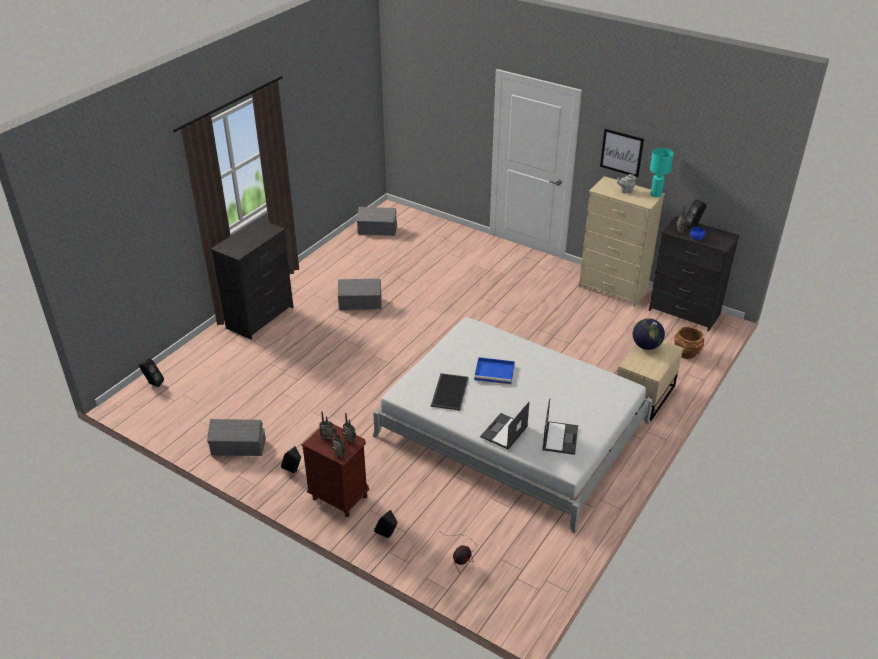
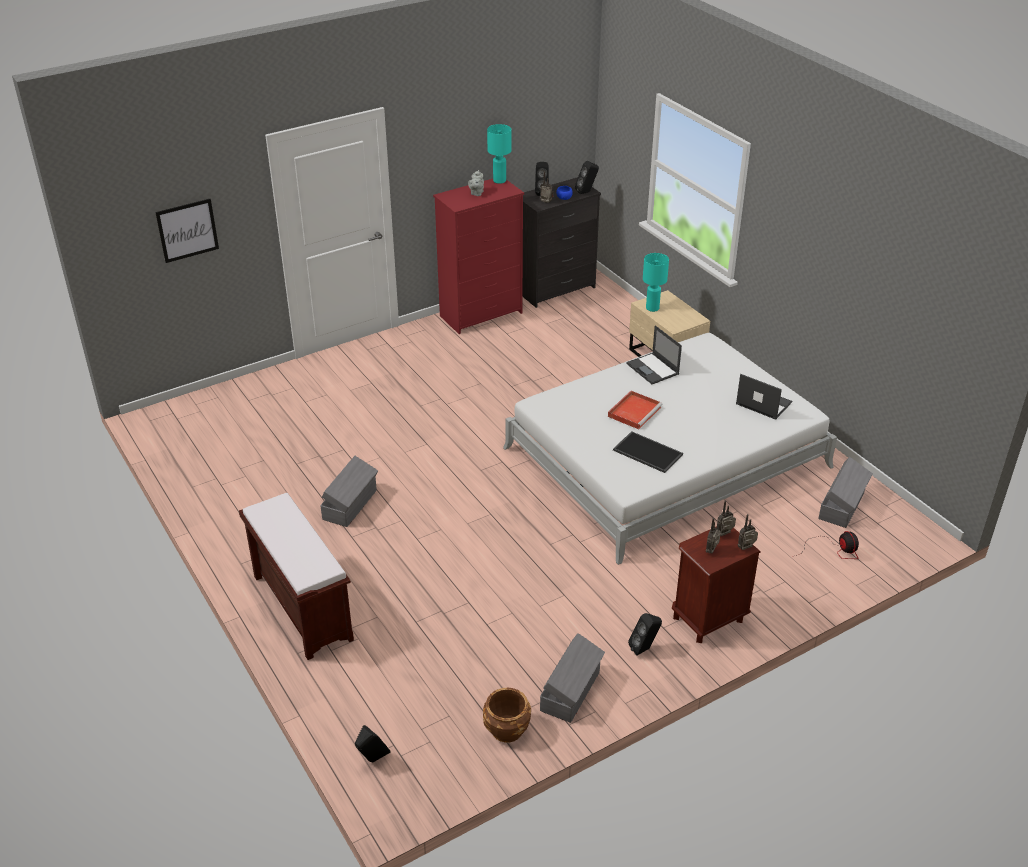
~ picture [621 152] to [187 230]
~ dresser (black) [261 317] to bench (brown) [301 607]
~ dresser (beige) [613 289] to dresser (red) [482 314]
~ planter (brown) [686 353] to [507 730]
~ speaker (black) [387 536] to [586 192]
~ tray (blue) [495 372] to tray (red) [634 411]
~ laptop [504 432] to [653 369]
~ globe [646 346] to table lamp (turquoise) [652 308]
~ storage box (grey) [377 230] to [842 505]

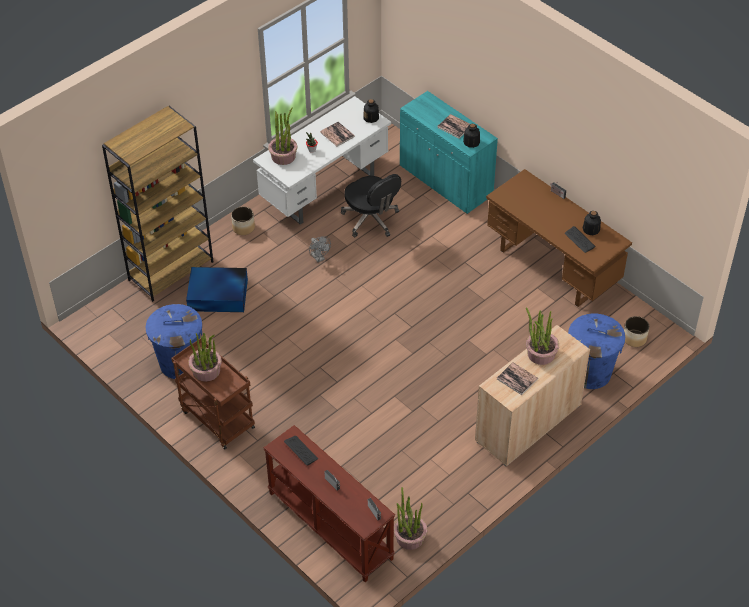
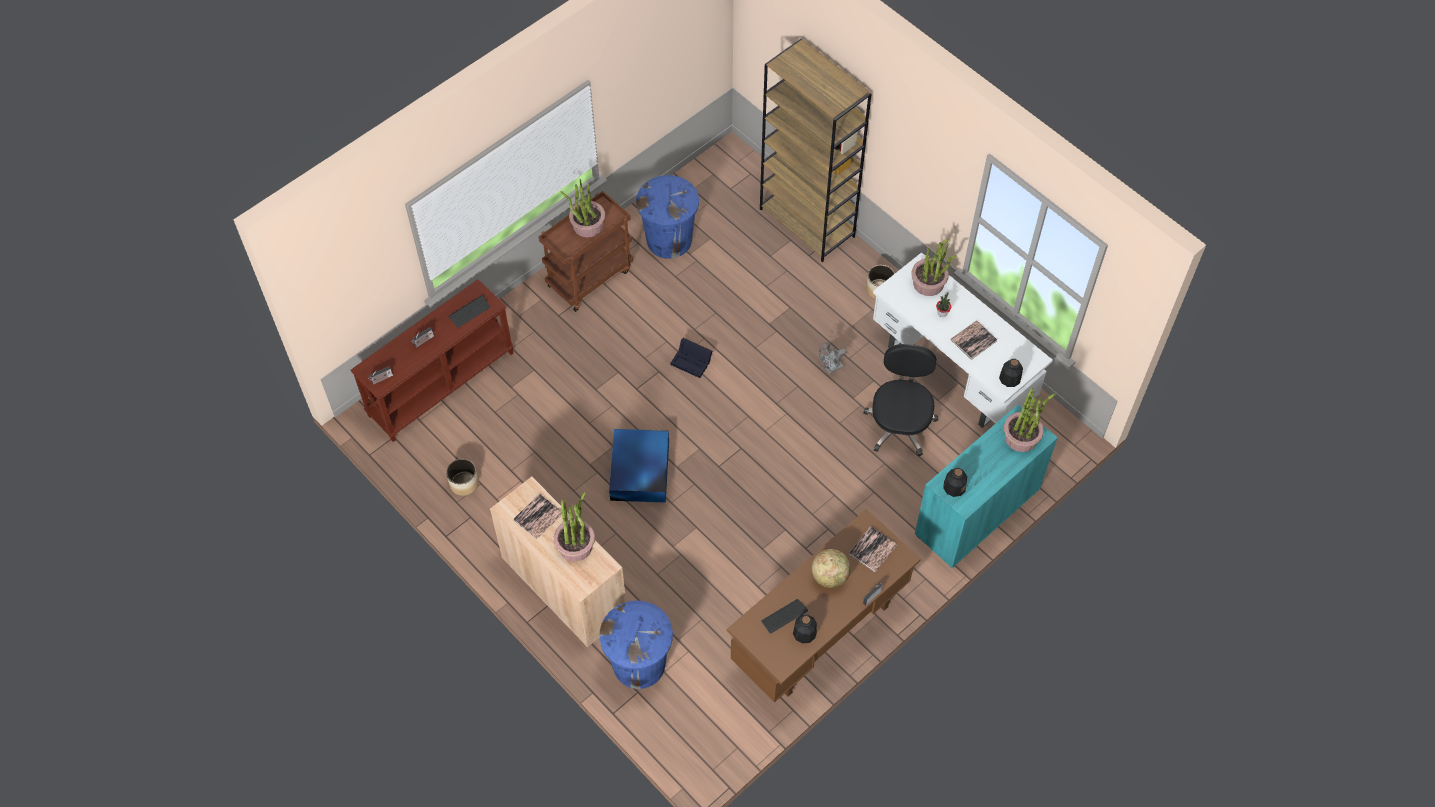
~ planter [634 338] to [464 483]
~ storage box (blue) [219 295] to [639 471]
+ storage box (black) [692 362]
+ globe [830 576]
~ book [455 126] to [872 549]
~ office chair (black) [371 220] = [899 424] 135 degrees clockwise
~ potted plant [409 537] to [1021 437]

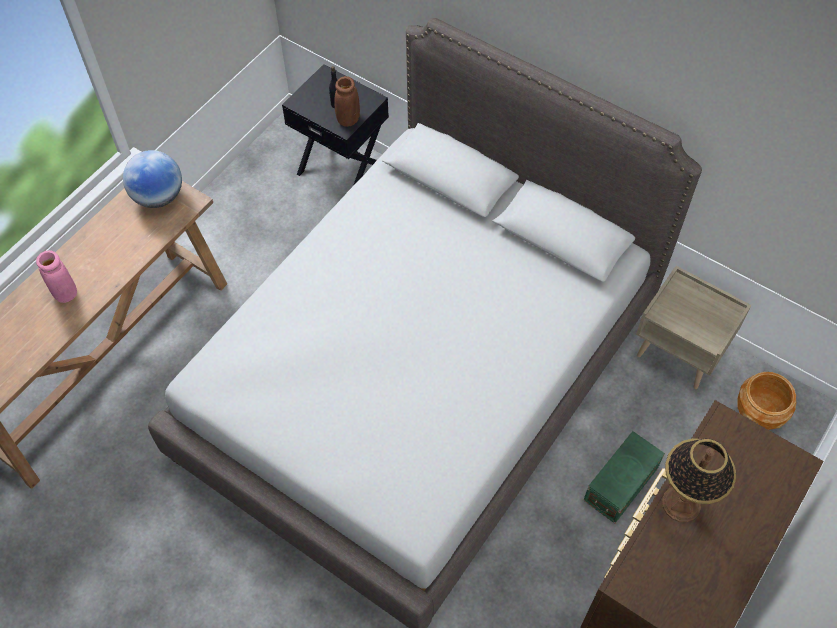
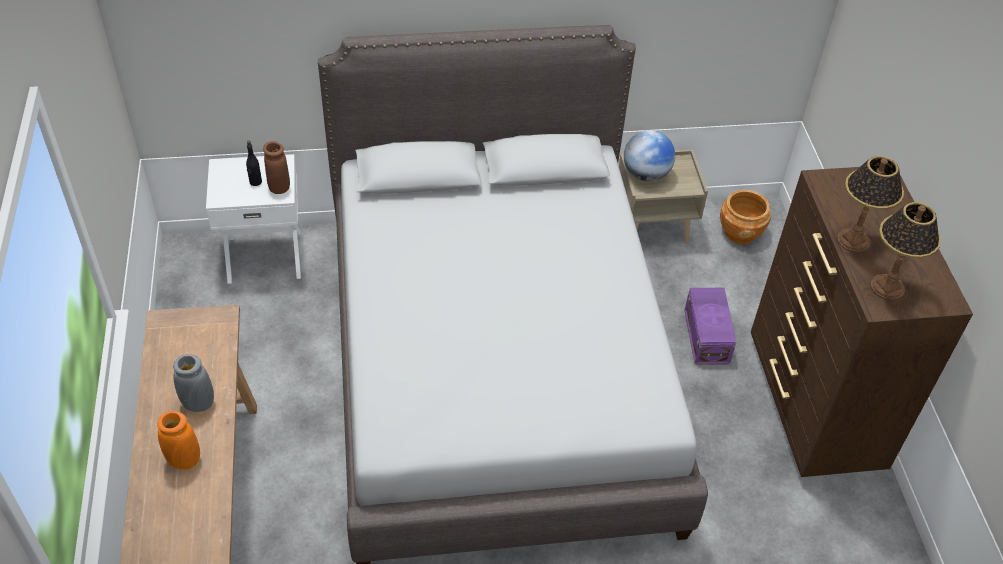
~ vase (pink) [65 293] to vase (orange) [184 459]
+ vase (grey) [198 403]
~ nightstand (black) [343 168] to nightstand (white) [264 255]
~ globe [158 197] to [646 174]
~ storage box (green) [622 484] to storage box (purple) [707 335]
+ table lamp [887 287]

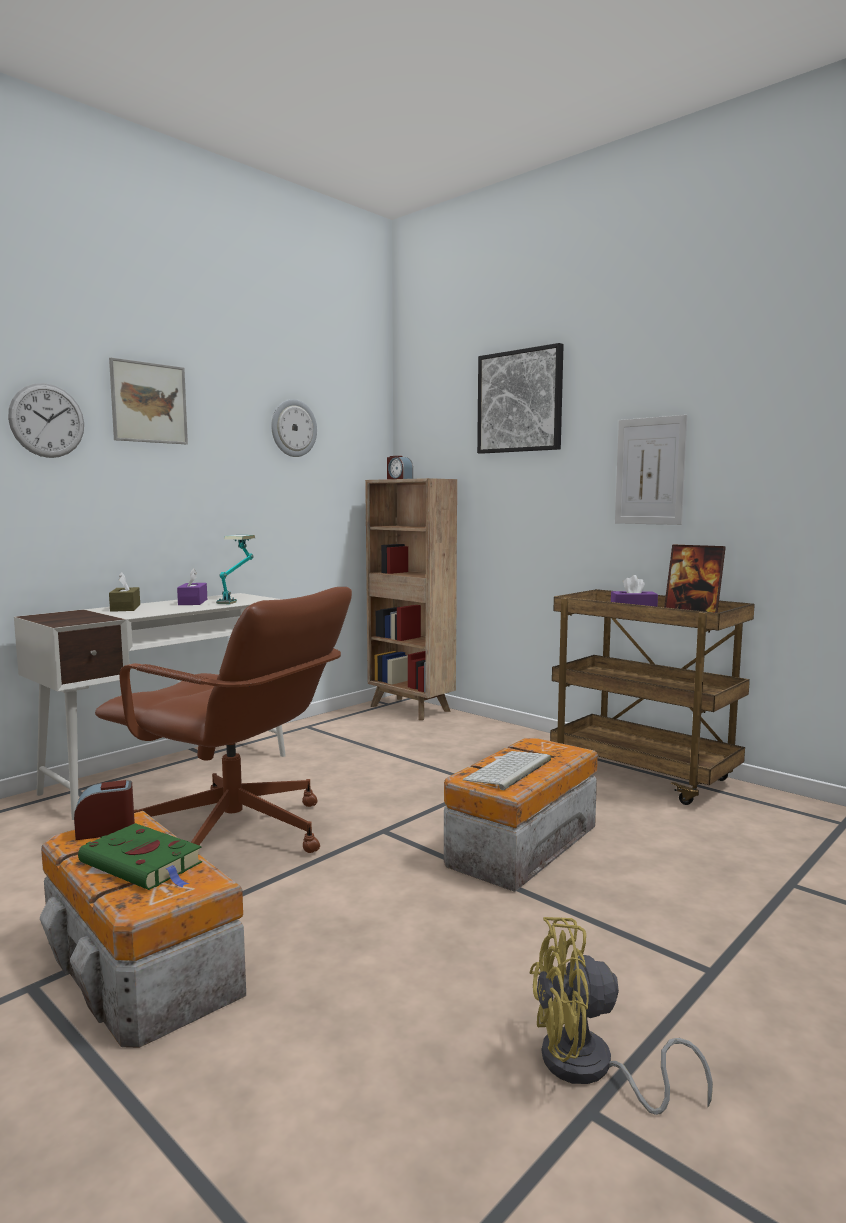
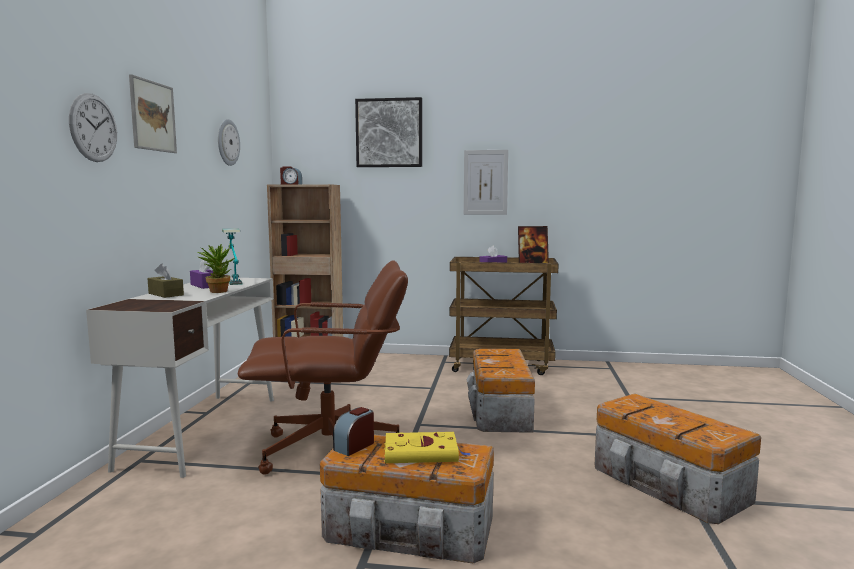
+ potted plant [218 291]
~ book (green) [144 864] to book (yellow) [423 453]
~ fan (yellow) [590 1070] to storage box [669 485]
- keyboard [509 771]

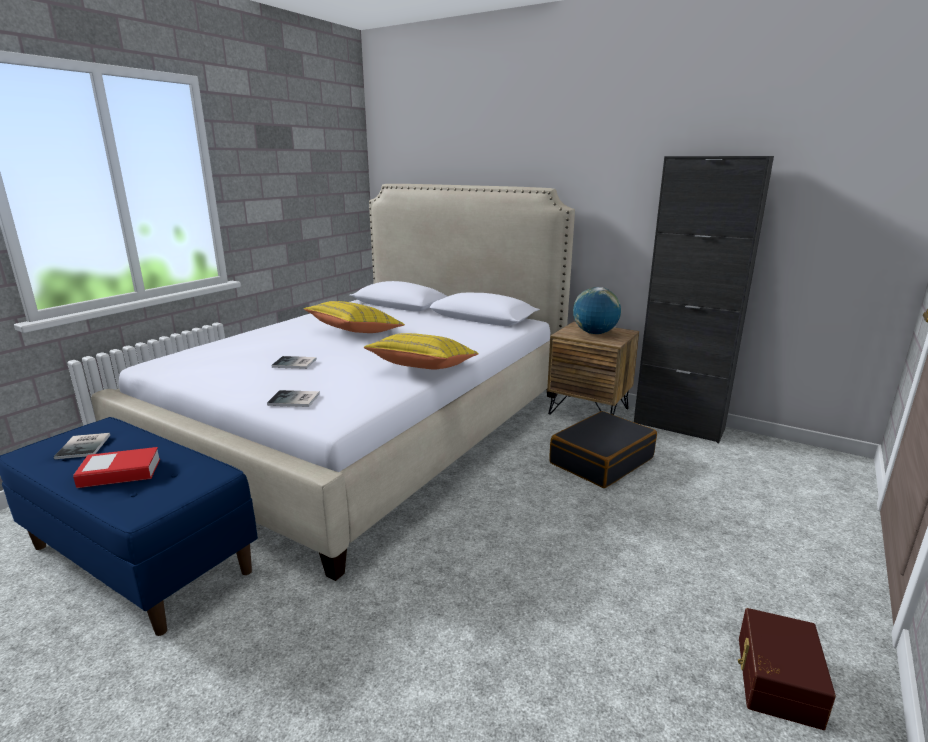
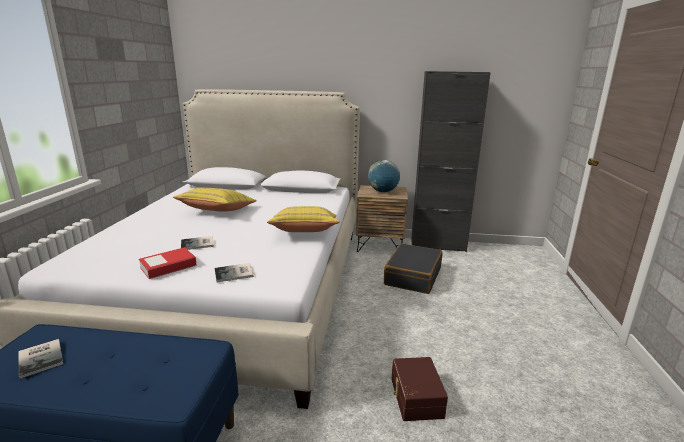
~ book [120 473] to [168 267]
~ storage box (brown) [775 679] to [415 397]

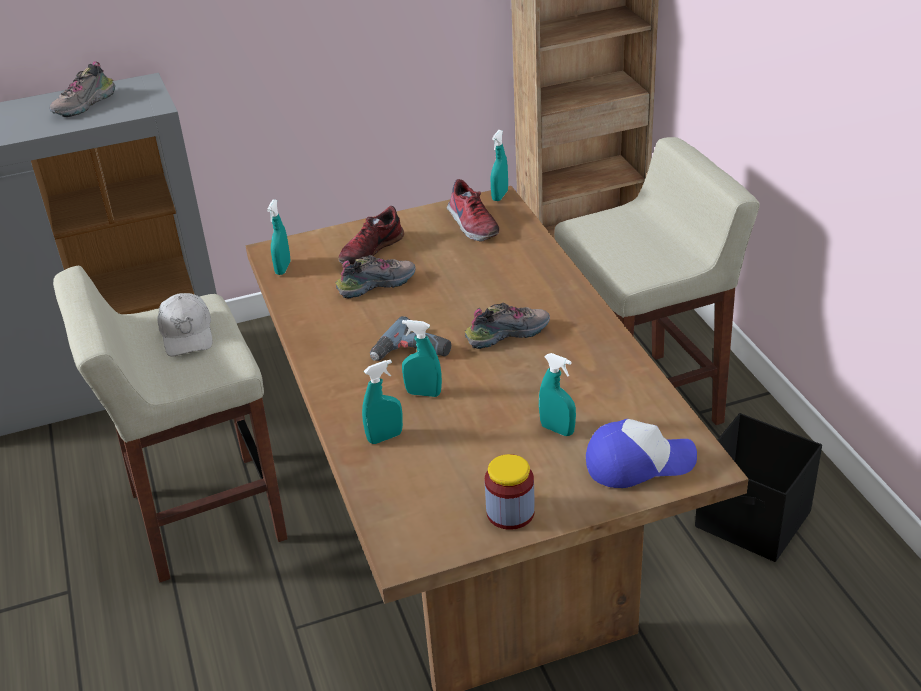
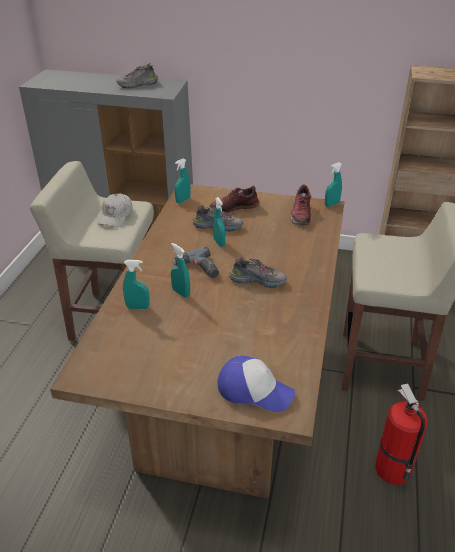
~ spray bottle (turquoise) [557 429] to [219 242]
~ storage box (black) [753 521] to fire extinguisher [394 470]
- jar [510 512]

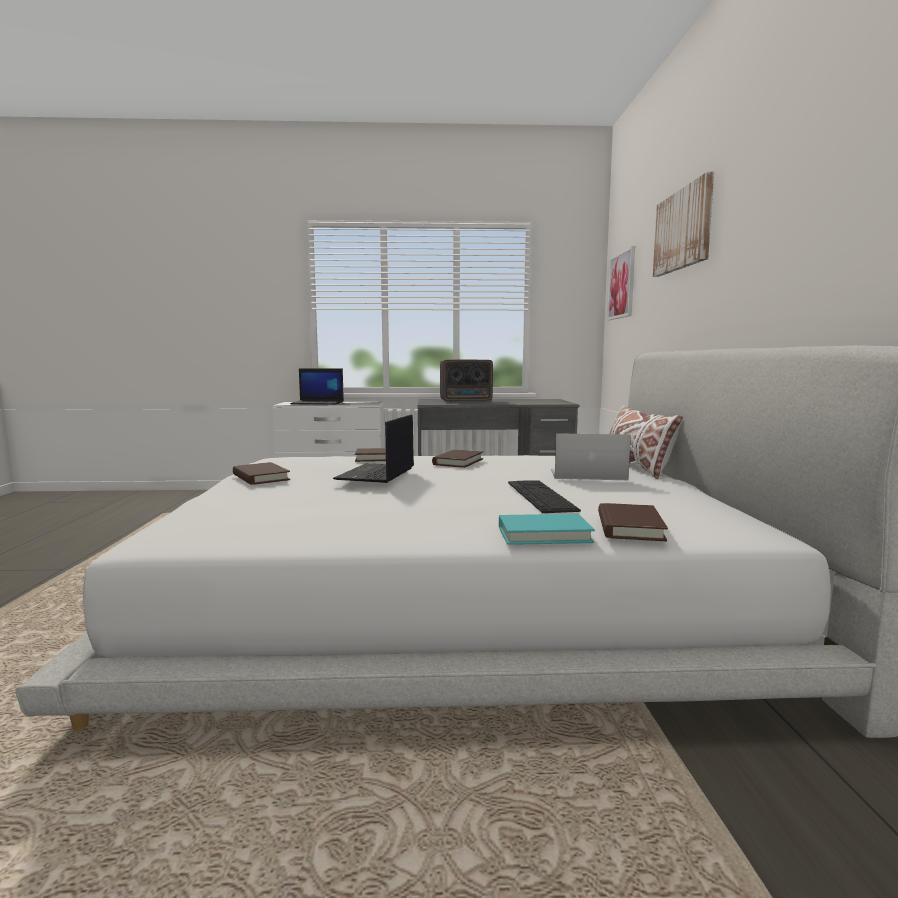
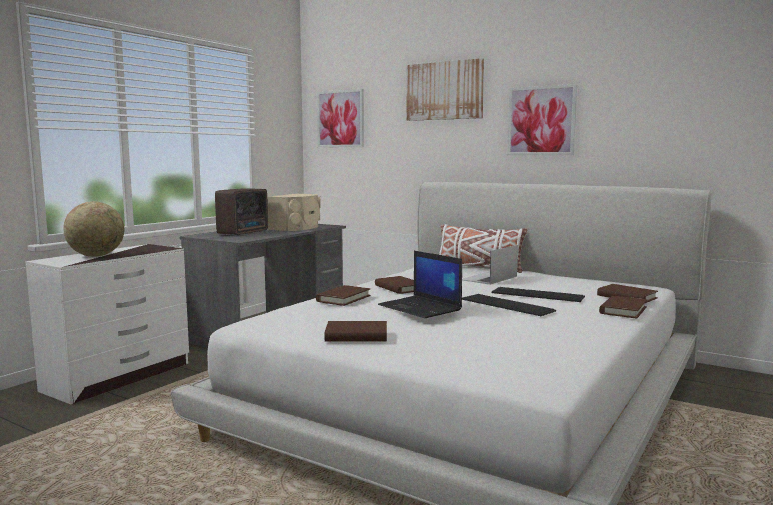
~ laptop [318 403] to globe [96 256]
+ speaker (beige) [297 227]
+ keyboard [507 305]
+ picture [541 121]
~ book (turquoise) [544 534] to book (brown) [623 310]

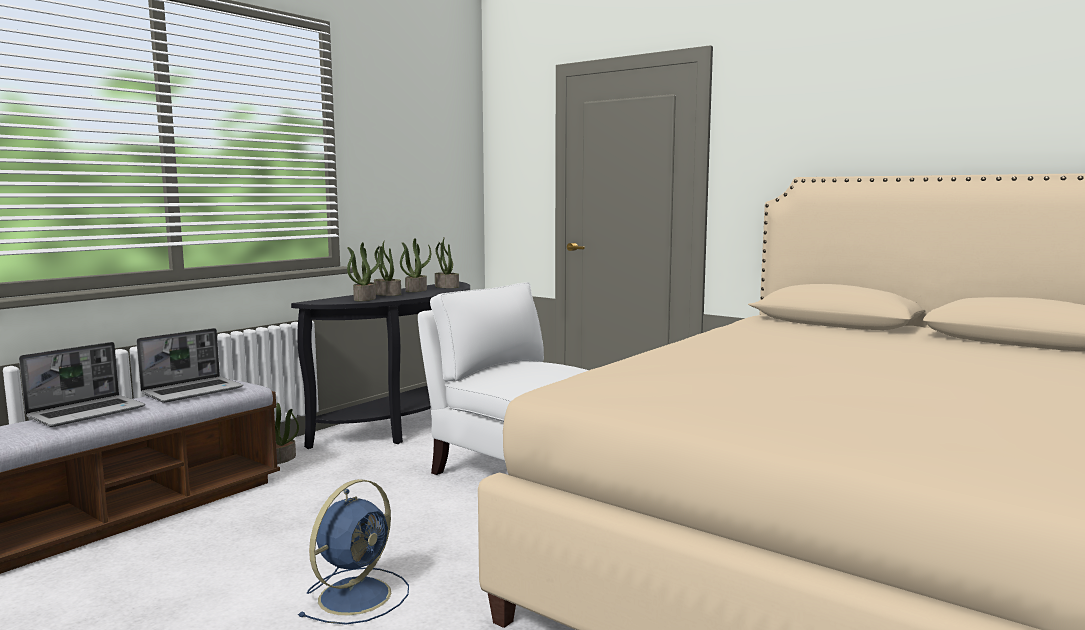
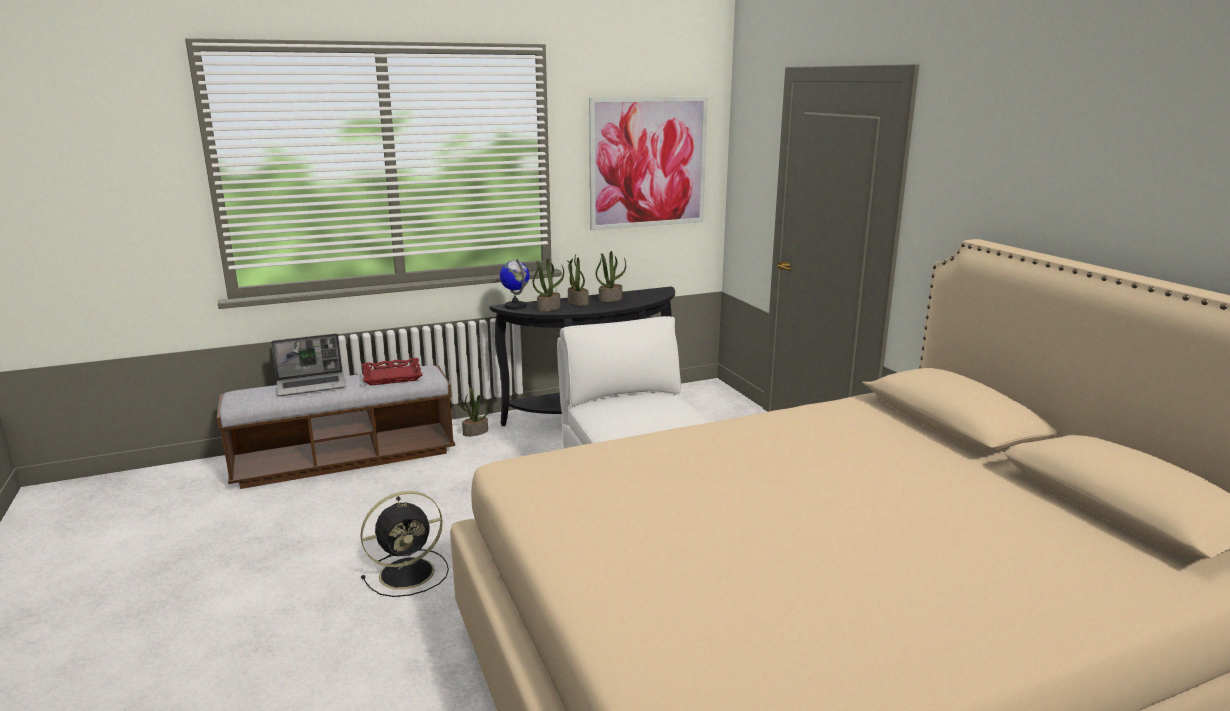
~ fan (blue) [357 594] to fan (black) [409 572]
~ laptop [193 391] to tray (red) [392 376]
+ globe [515 306]
+ picture [648 162]
- potted plant [446 287]

